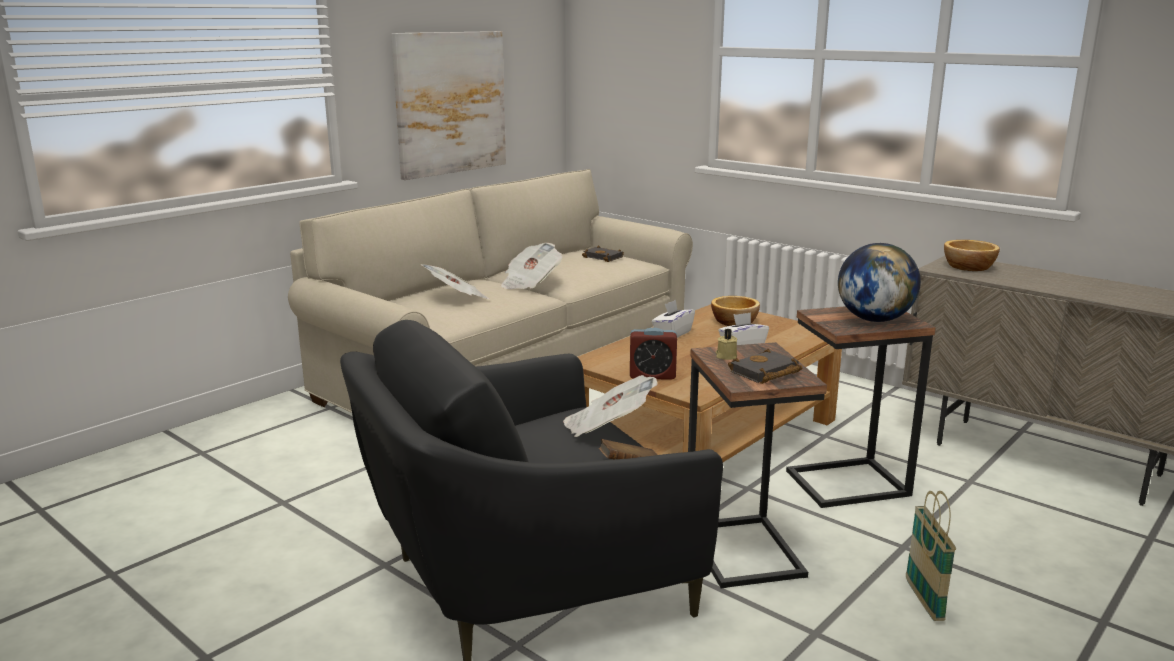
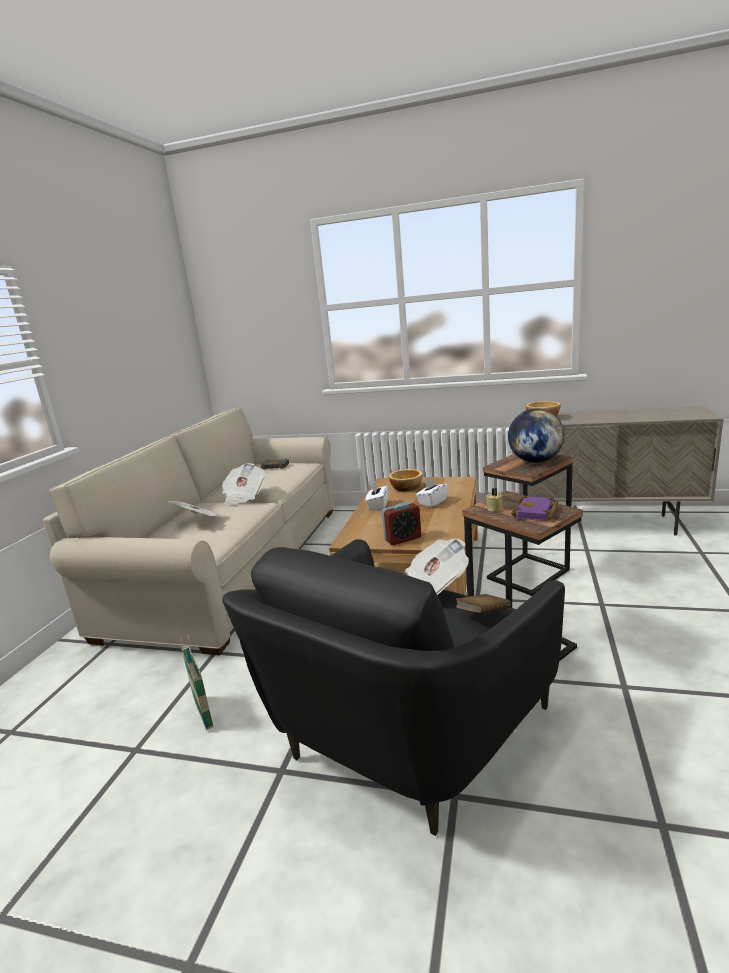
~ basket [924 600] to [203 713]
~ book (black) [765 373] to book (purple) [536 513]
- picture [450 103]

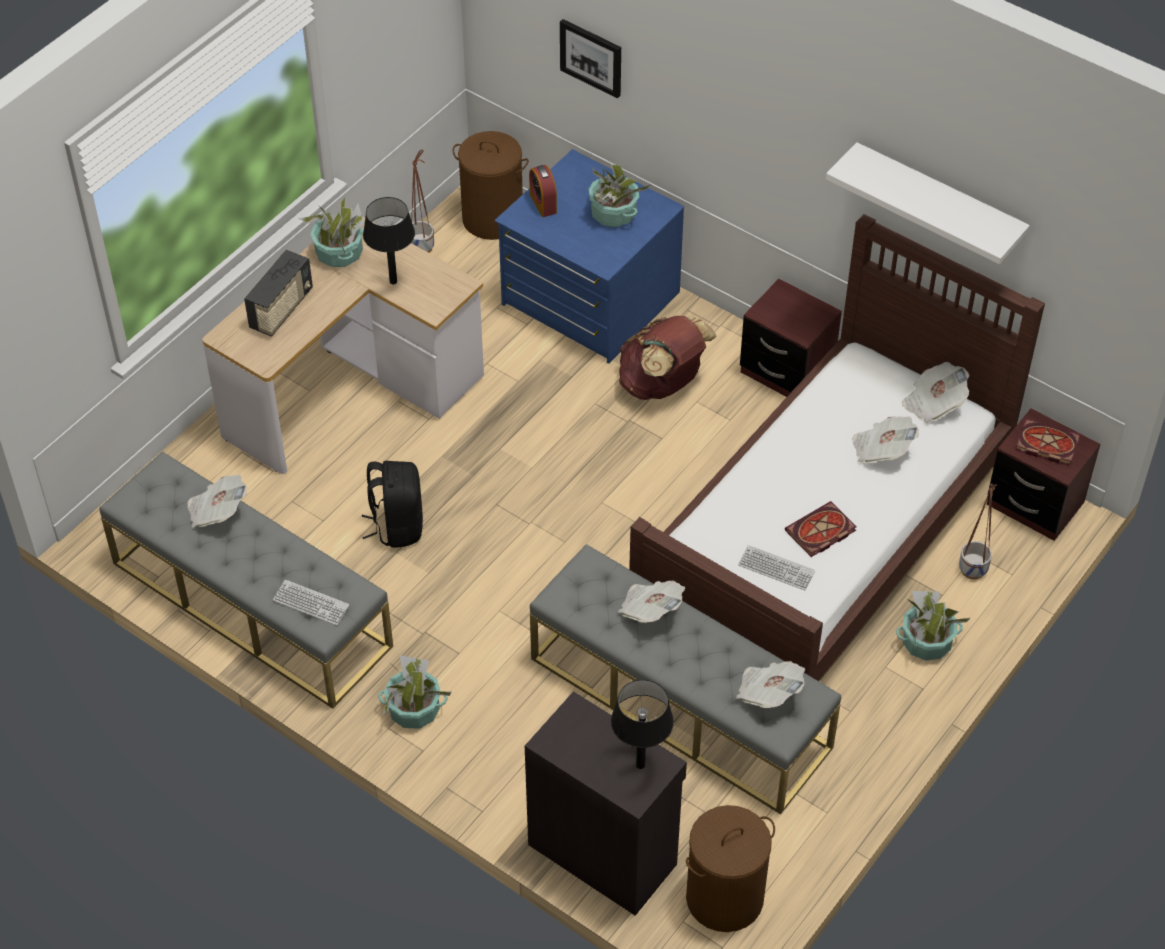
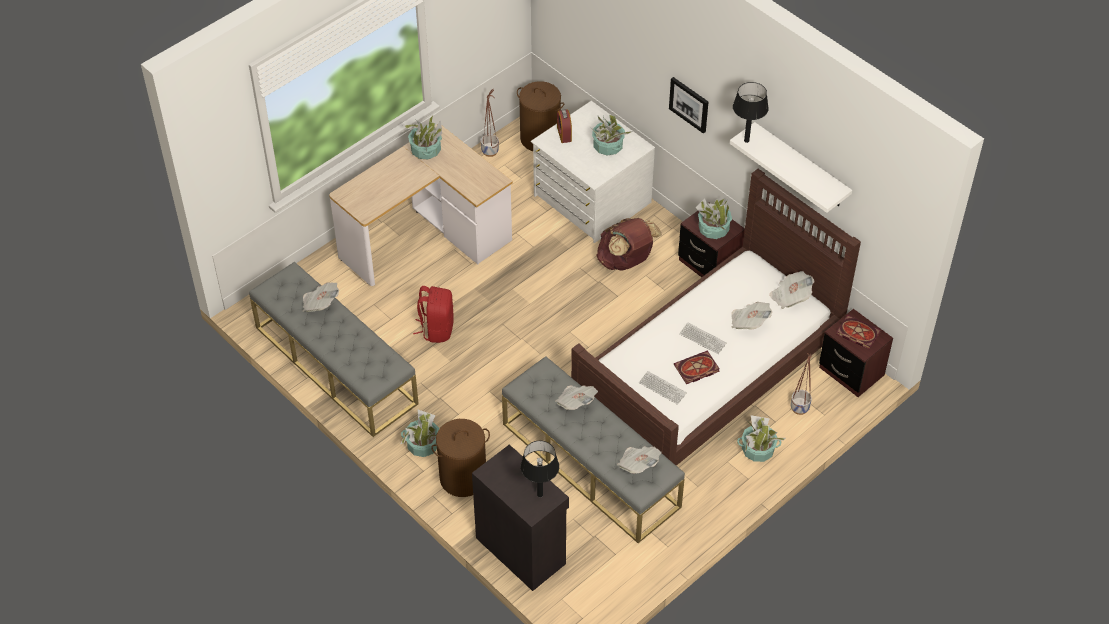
~ backpack (black) [397 526] to backpack (red) [437 329]
~ laundry basket (brown) [724 898] to [462 478]
~ dresser (blue) [589 300] to dresser (white) [591 200]
~ picture [591 57] to [689 104]
~ keyboard [311 603] to [702 339]
+ potted plant [713 229]
~ table lamp (black) [393 281] to [746 140]
- radio [282 309]

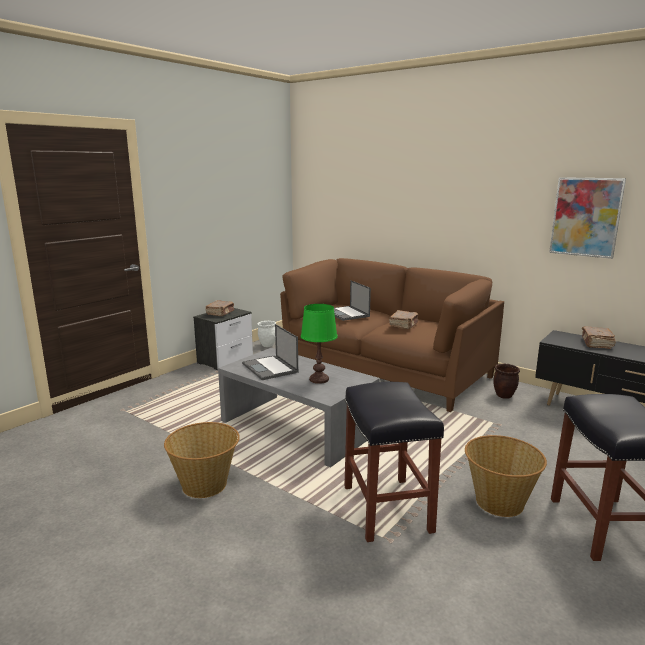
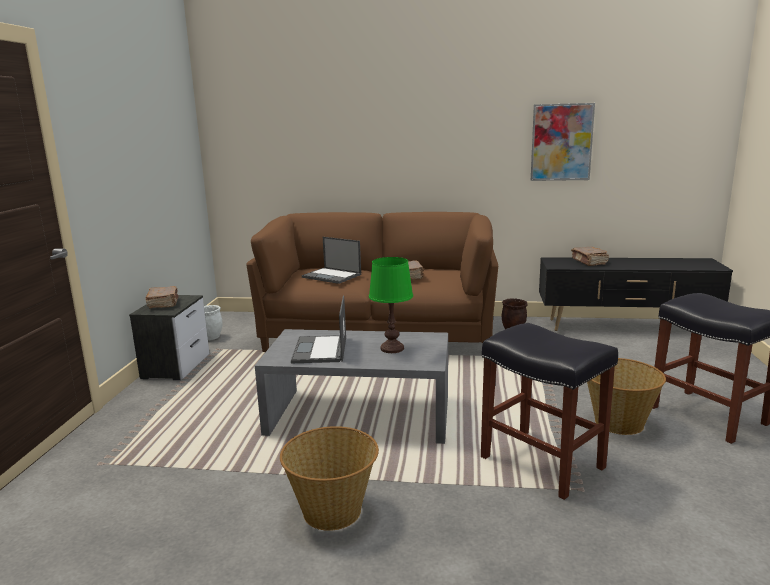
~ laptop [270 368] = [320 350] 60 degrees clockwise

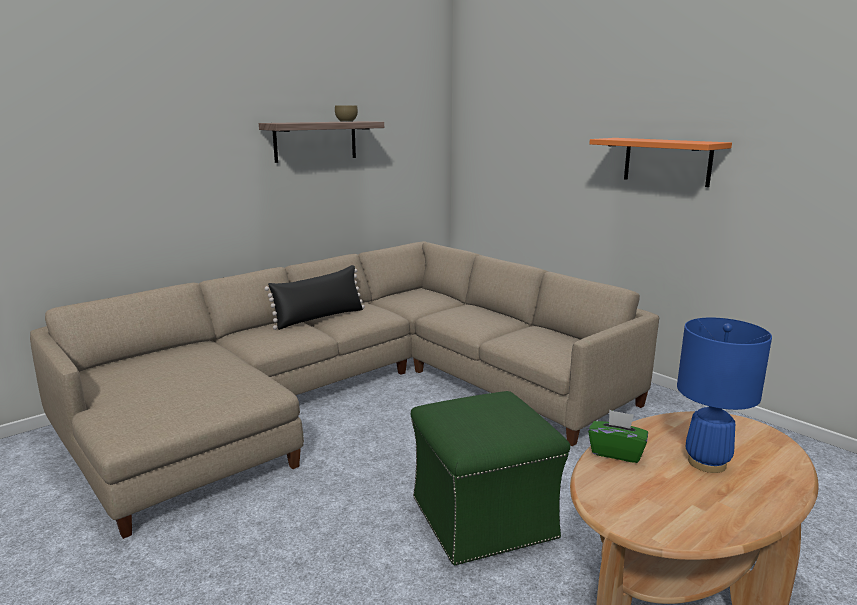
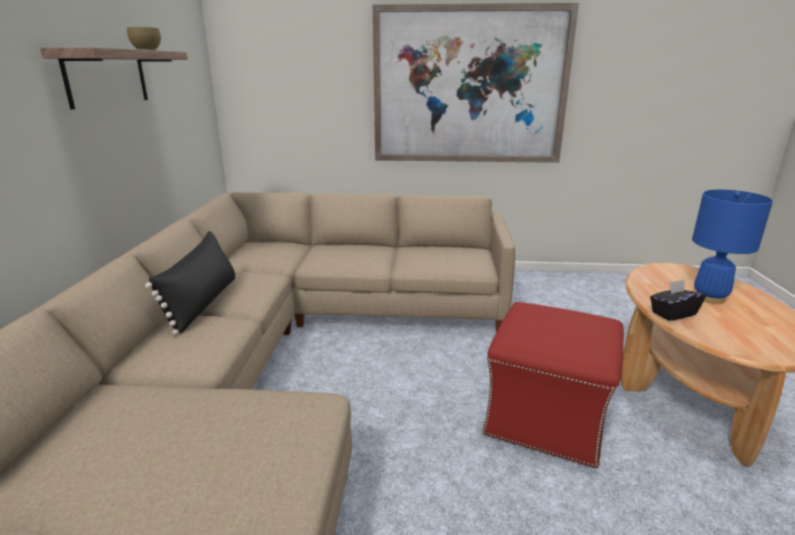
~ shelf (orange) [667 161] to picture [469 86]
~ ottoman (green) [484 518] to ottoman (red) [548 419]
~ tissue box (green) [616 452] to tissue box (black) [673 313]

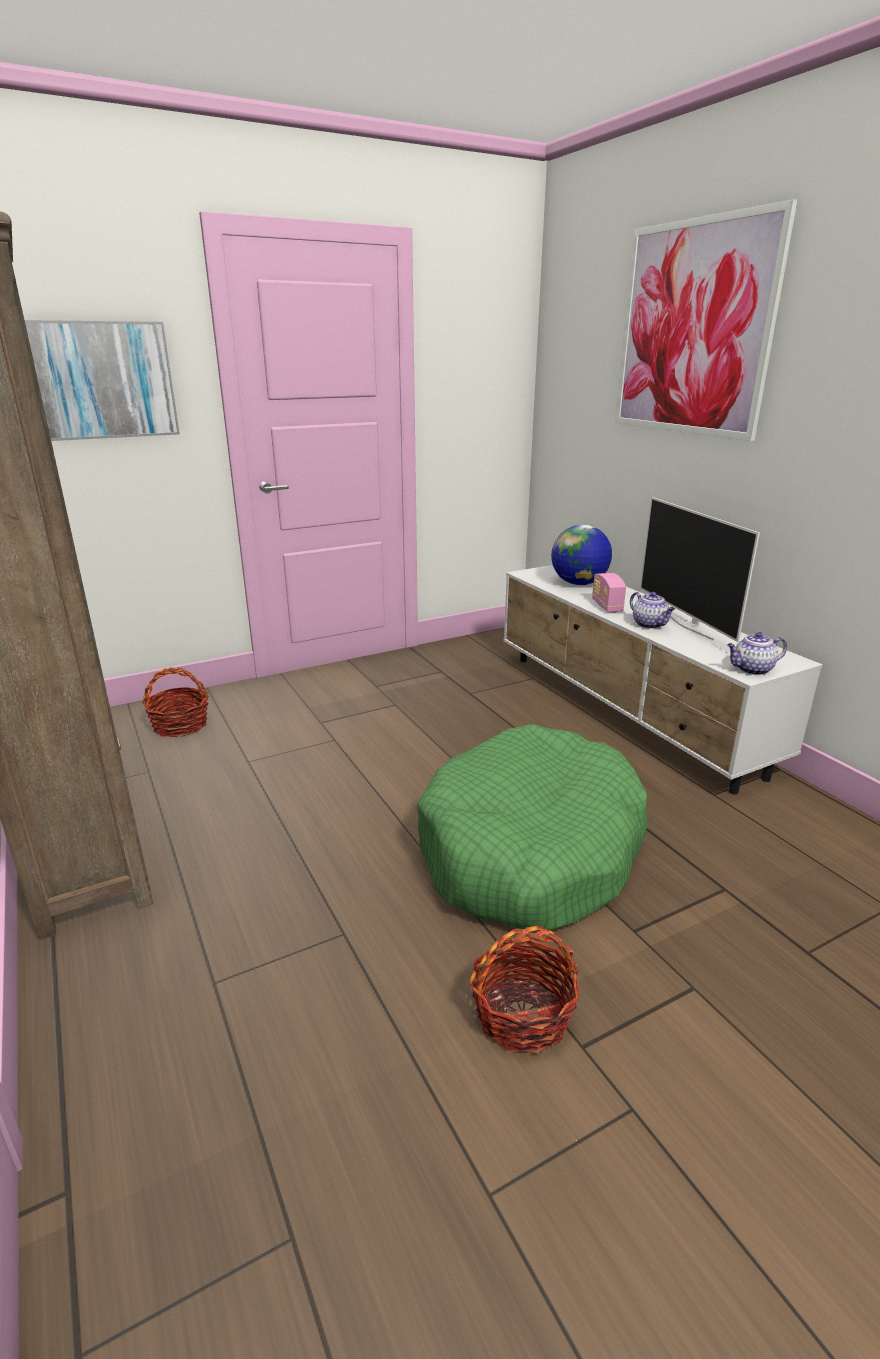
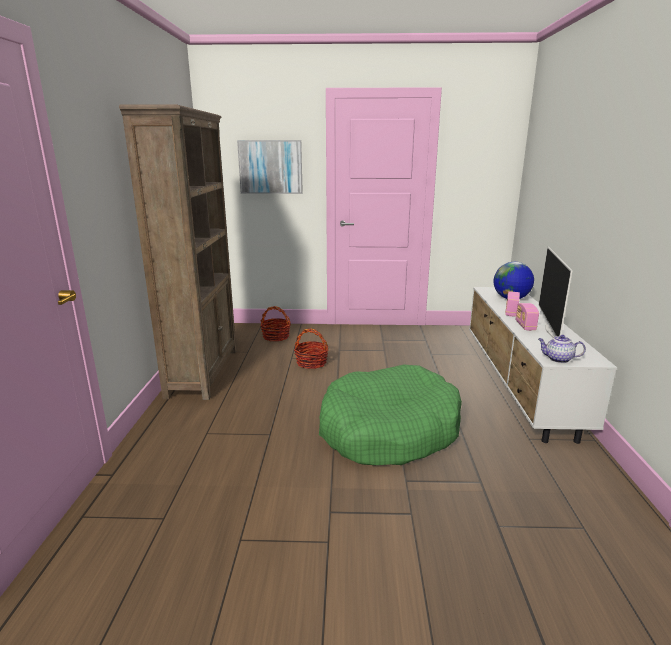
~ basket [522 1014] to [311 363]
~ teapot [650 625] to radio [525 326]
- picture [693 329]

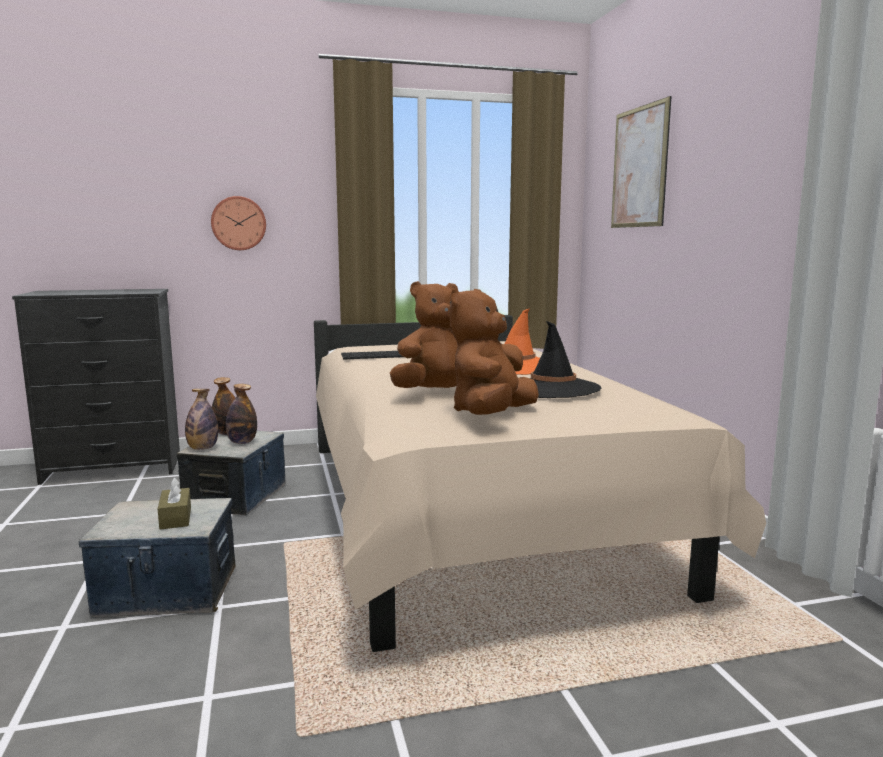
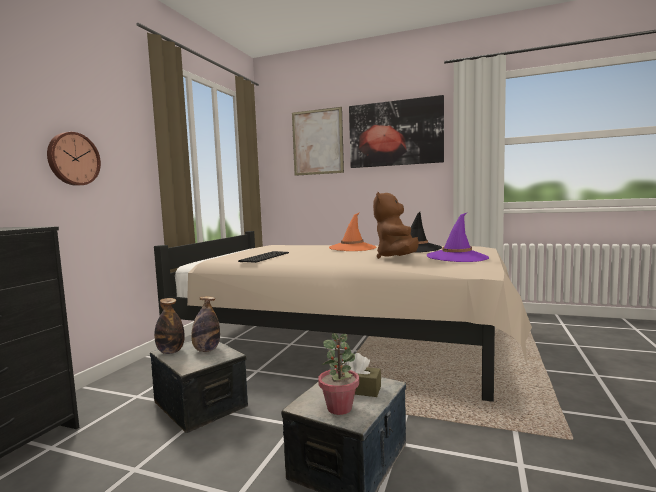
+ potted plant [339 408]
+ picture [395 133]
~ plush toy (brown) [491 415] to hat (purple) [457 257]
- bottle [202 448]

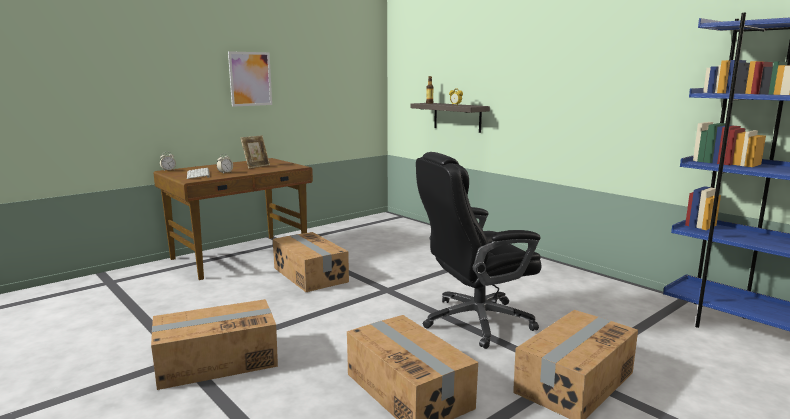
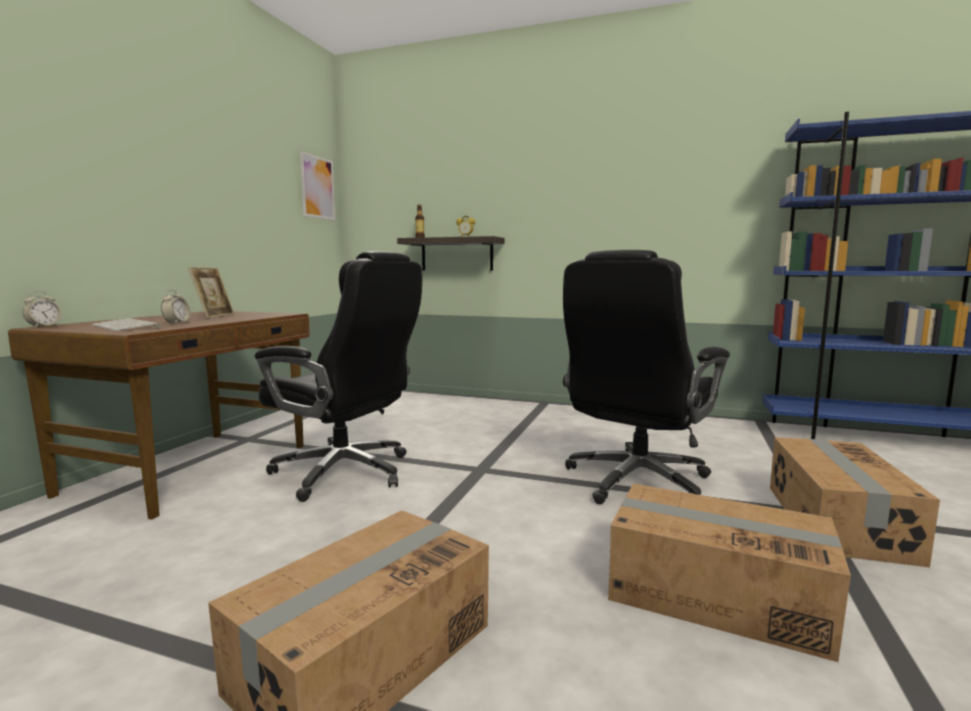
~ cardboard box [309 275] to office chair (black) [345 473]
~ picture [250 79] to [317 187]

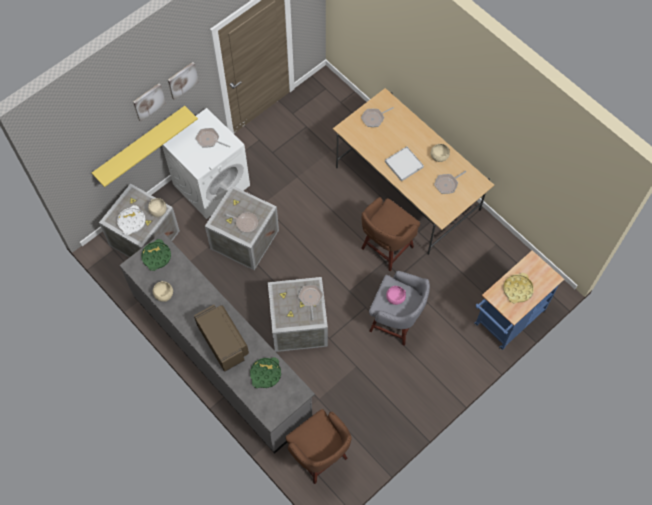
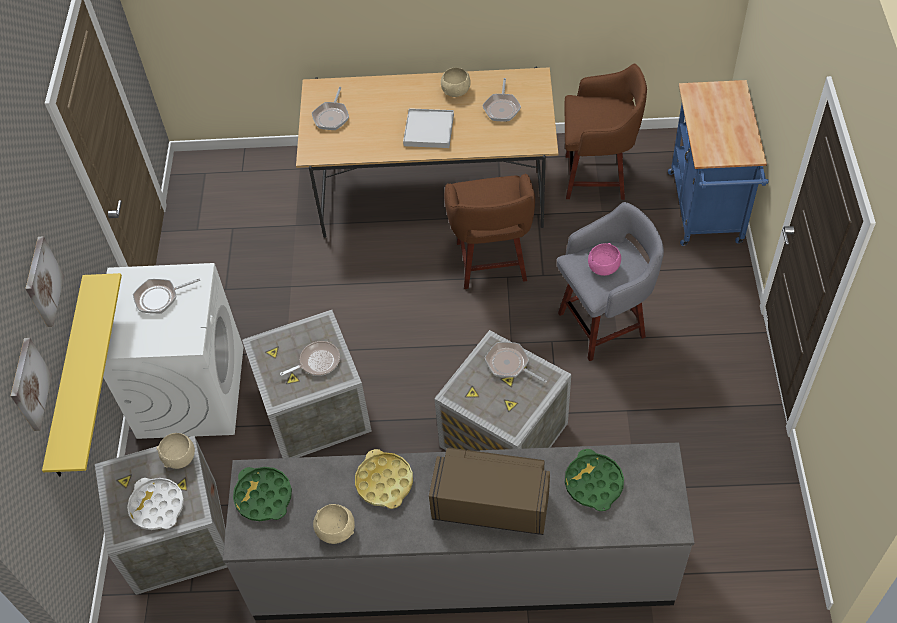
~ picture [182 80] to [29 384]
~ tray (yellow) [517 289] to [384 482]
~ stool (brown) [320 457] to [598 177]

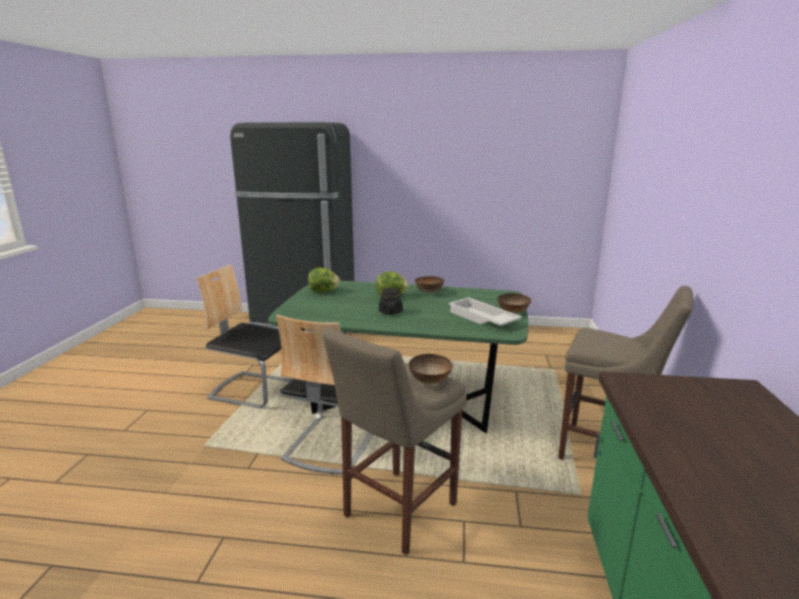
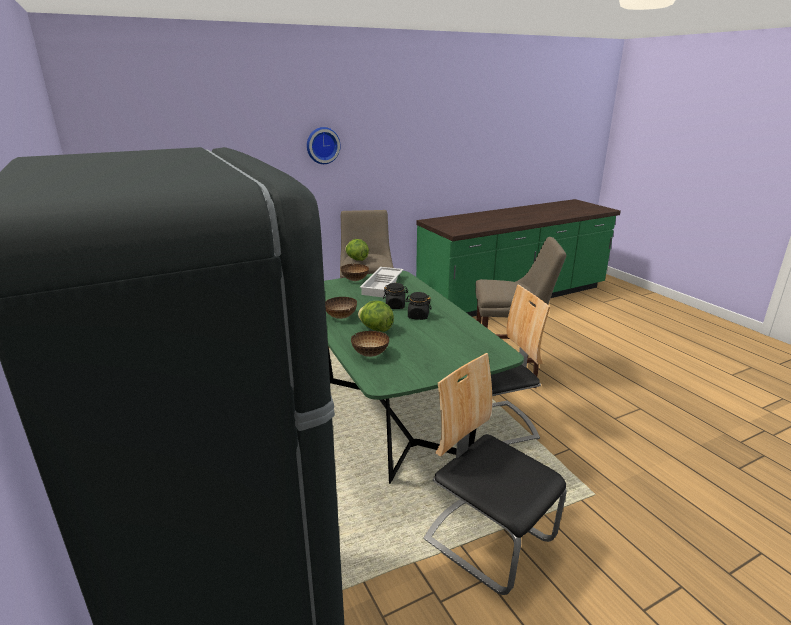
+ wall clock [322 145]
~ lettuce [323 291] to [356 259]
~ bowl [429 381] to [371 354]
+ jar (black) [395 306]
~ chair [253 389] = [488 540] 150 degrees clockwise

